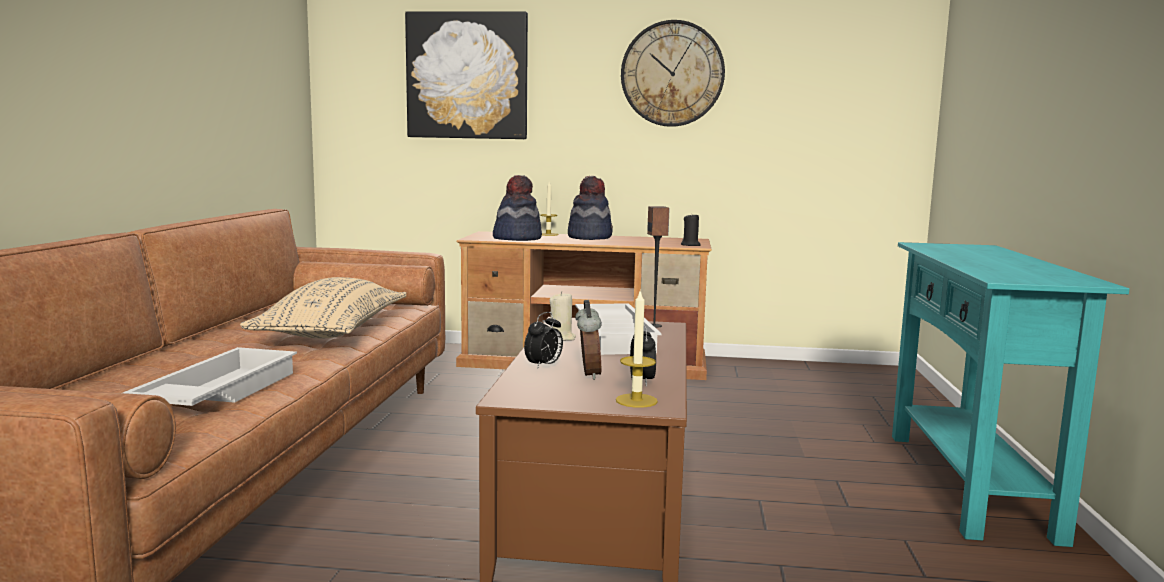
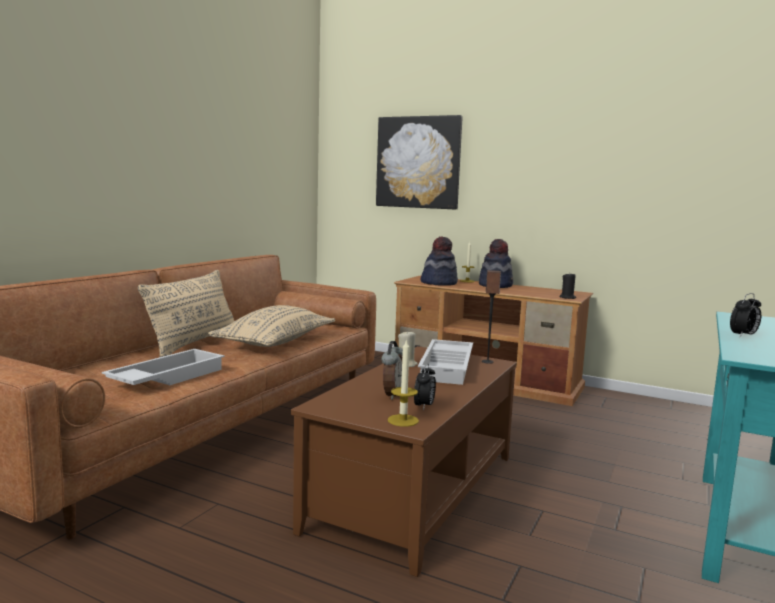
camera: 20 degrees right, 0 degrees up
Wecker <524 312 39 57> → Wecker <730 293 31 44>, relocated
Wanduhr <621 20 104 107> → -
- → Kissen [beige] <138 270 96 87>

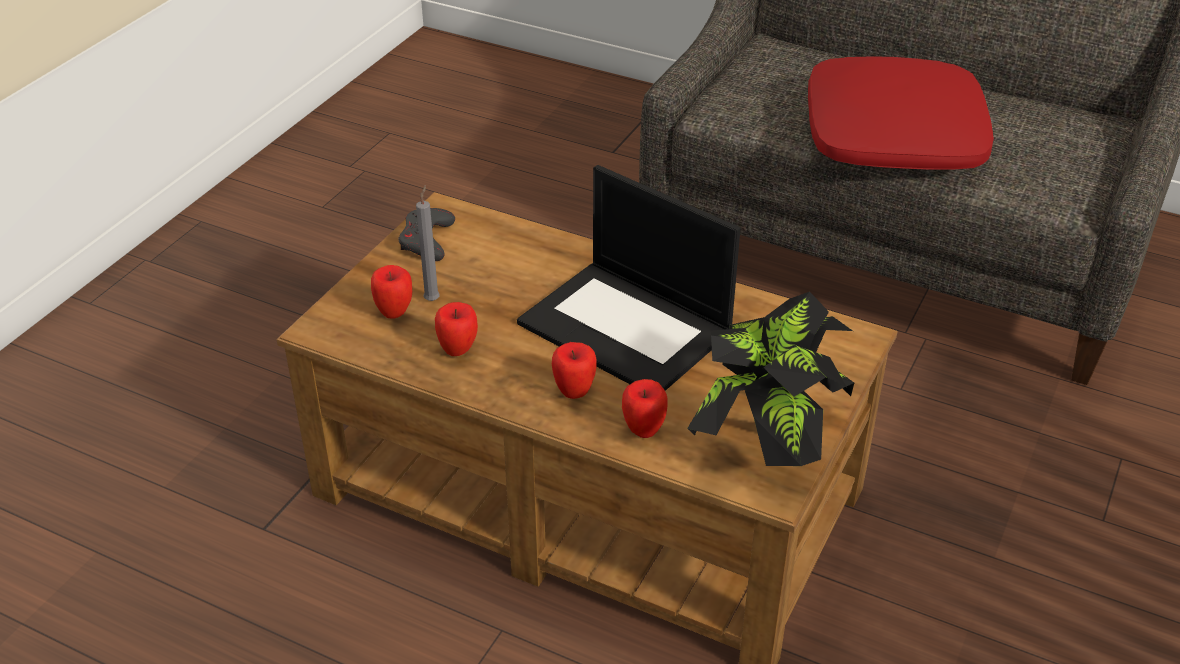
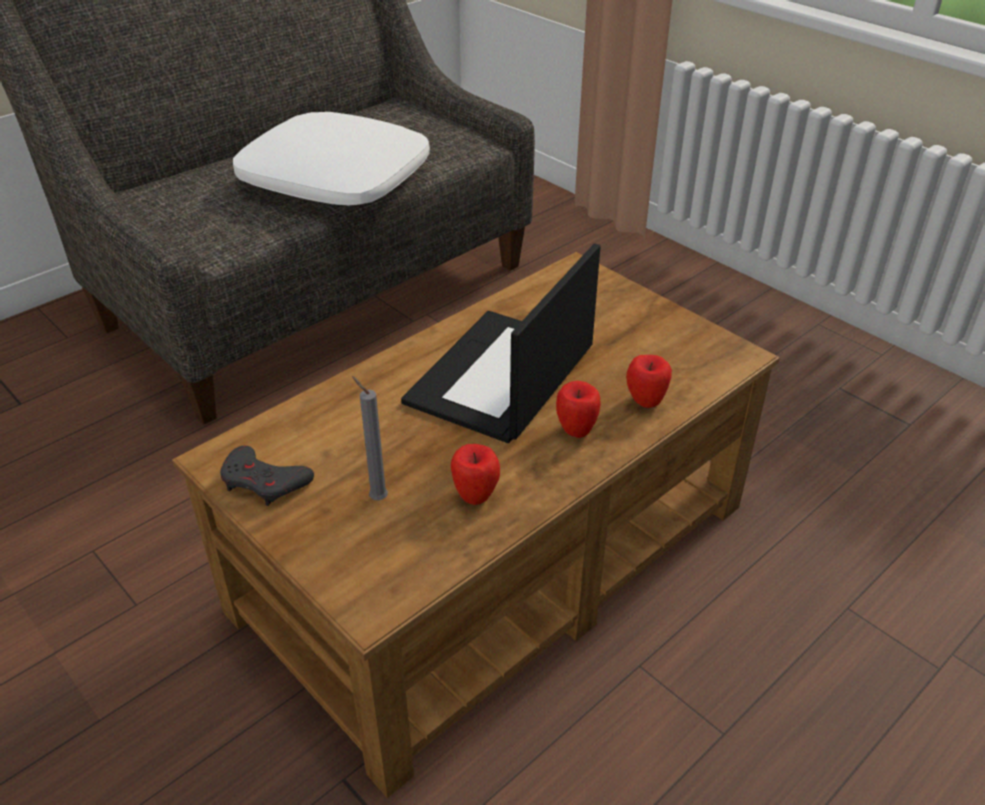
camera: 70 degrees left, 0 degrees up
Apfel <371 265 41 54> → -
Laptop <517 165 223 226> → Laptop <401 243 200 200>, 150 degrees clockwise
Topfpflanze <687 292 167 174> → -
Kissen [rot] <808 56 186 114> → Kissen [weiß] <233 112 197 93>

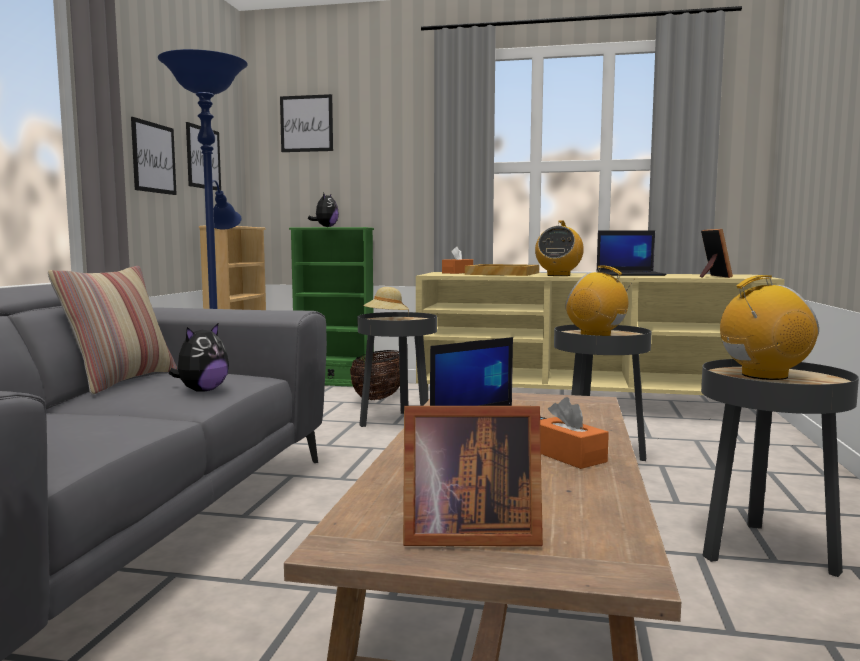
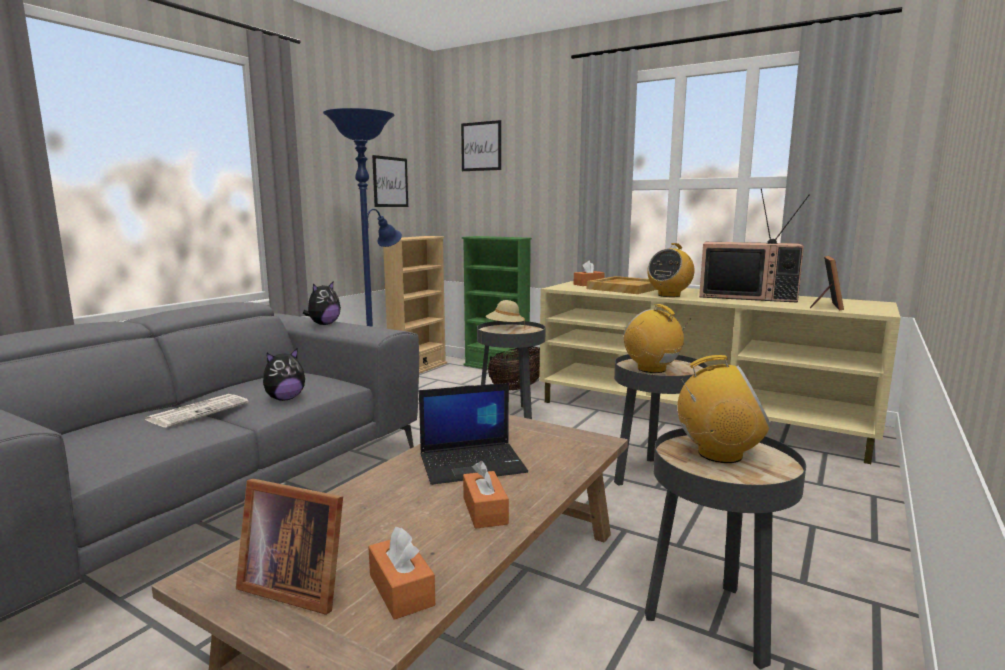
camera: 20 degrees right, 5 degrees up
Kissen <48 266 129 129> → -
Bild <131 117 46 78> → -
Plüschtier <308 193 31 34> → Plüschtier <303 282 38 43>, relocated
Laptop <596 230 71 46> → Fernseher <699 189 111 114>
- → Zeitung <145 394 104 34>
- → Taschentuchbox [orange] <368 527 67 93>

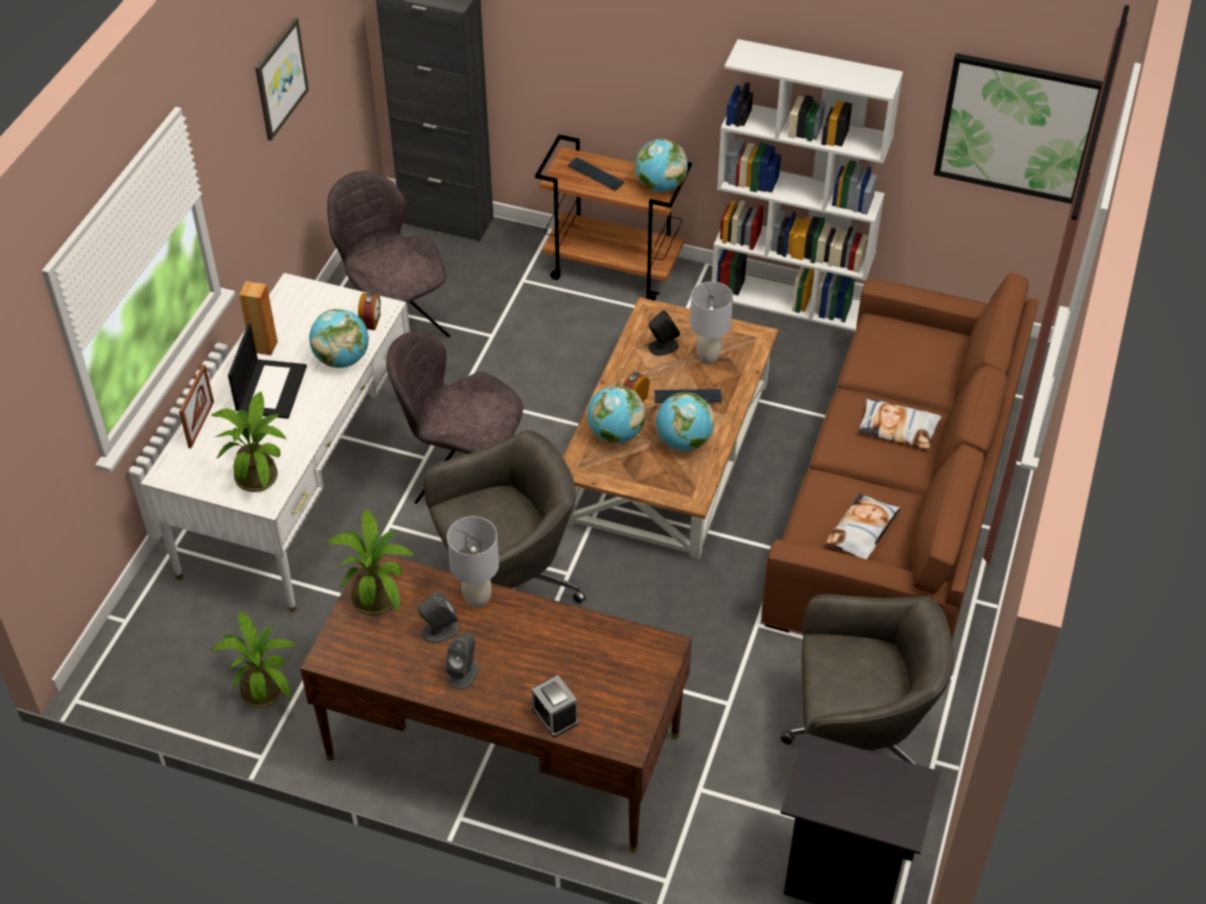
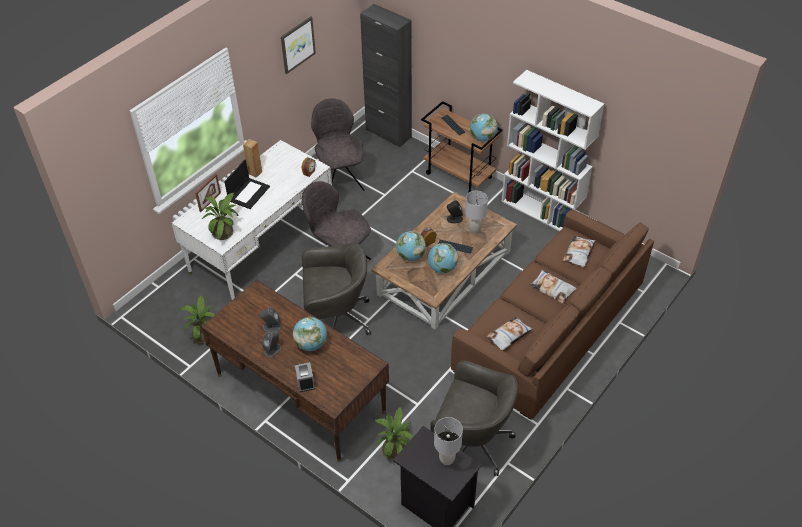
camera: 20 degrees right, 0 degrees up
Globus <309 309 60 59> → Globus <293 317 34 34>, relocated
Topfpflanze <326 508 89 108> → Topfpflanze <375 407 38 54>, relocated
Tischlampe [grau] <447 516 52 92> → Tischlampe [grau] <434 417 29 48>, relocated
Bild <934 53 169 151> → -
- → Kissen <563 236 33 32>

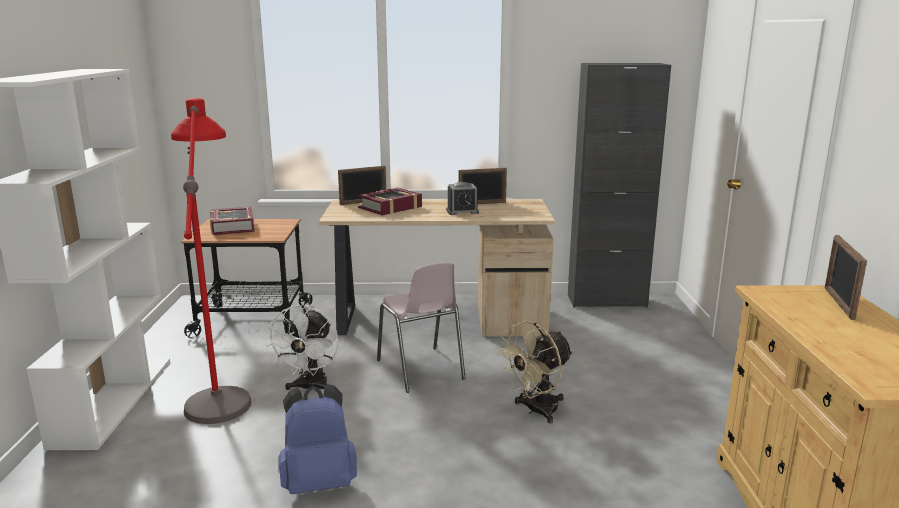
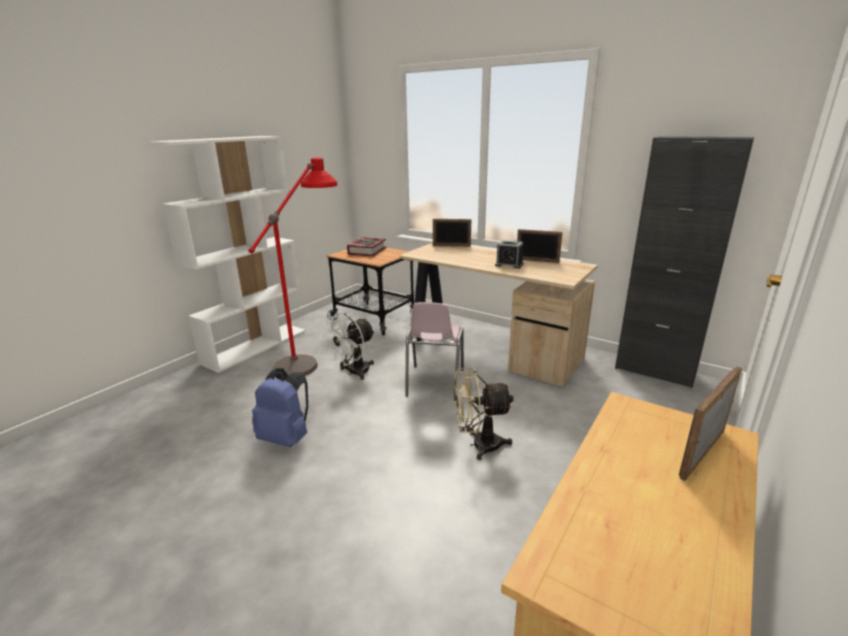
camera: 35 degrees right, 5 degrees up
Buch <357 187 65 28> → -

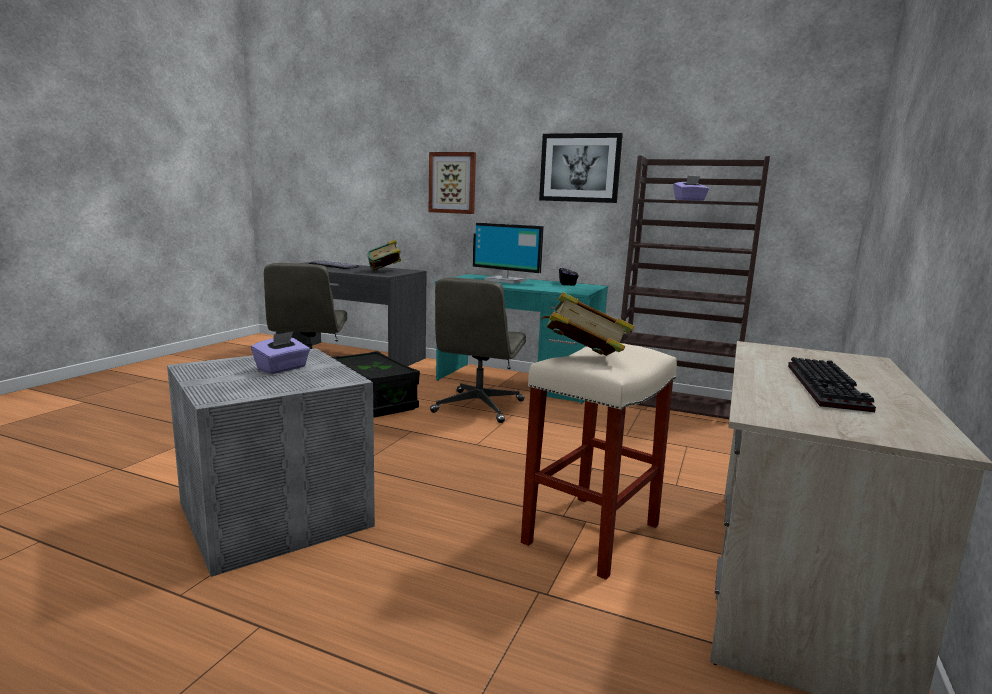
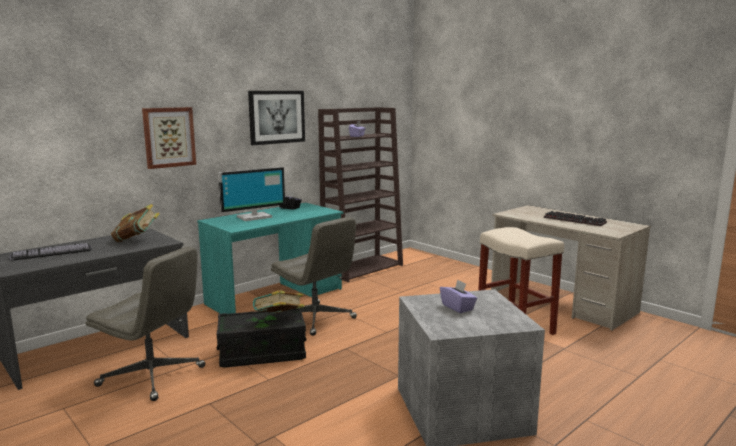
camera: 65 degrees left, 0 degrees up
Buch <541 292 93 64> → Buch <253 290 52 23>, relocated

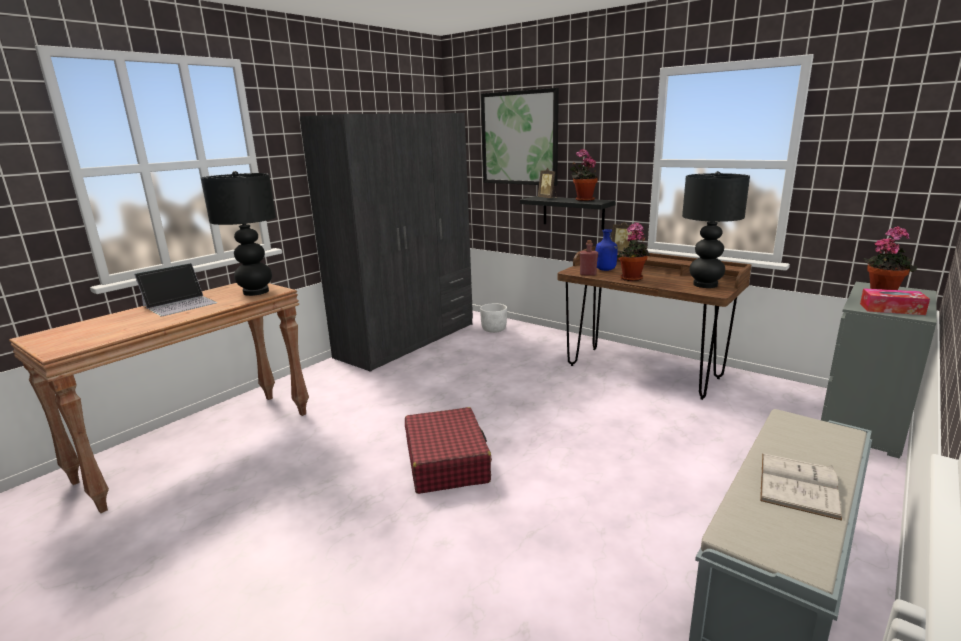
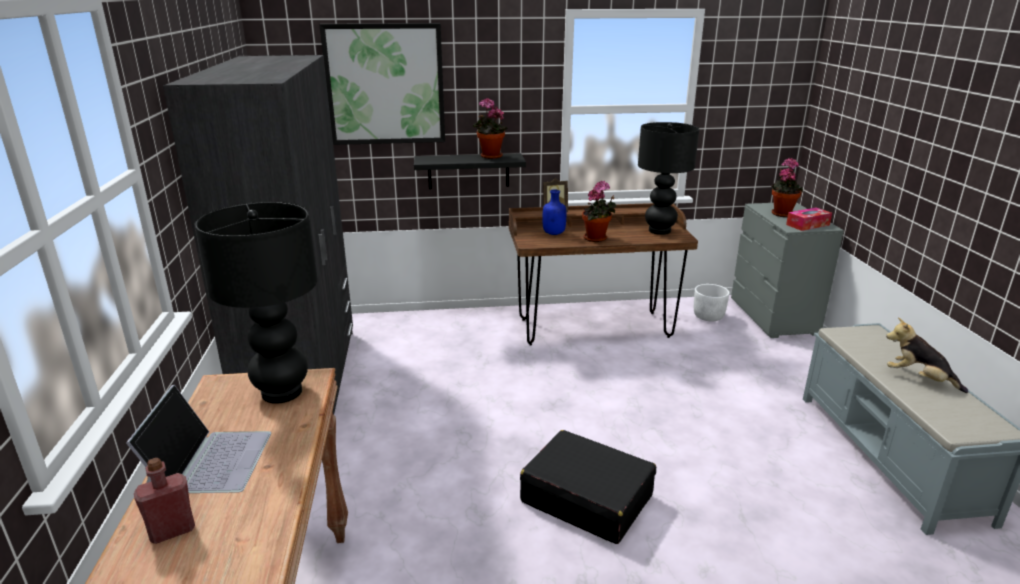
camera: 45 degrees left, 5 degrees up
Koffer [rot] <405 407 87 87> → Koffer [schwarz] <520 430 136 114>
Pflanzkübel [weiß] <480 303 27 30> → Pflanzkübel [weiß] <694 284 36 37>, relocated
Bilderrahmen <538 168 19 30> → -
Flasche [rot] <580 240 18 36> → Flasche [rot] <134 458 61 86>, relocated
Buch [weiß] <760 454 82 67> → Plüschtier <886 317 82 76>

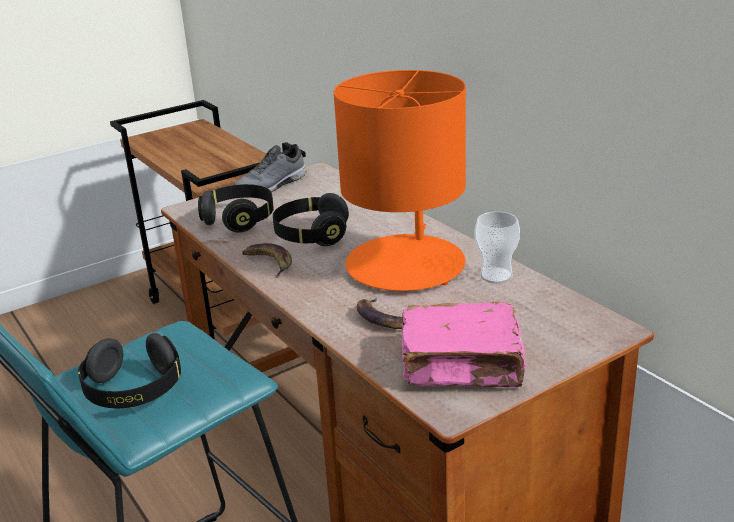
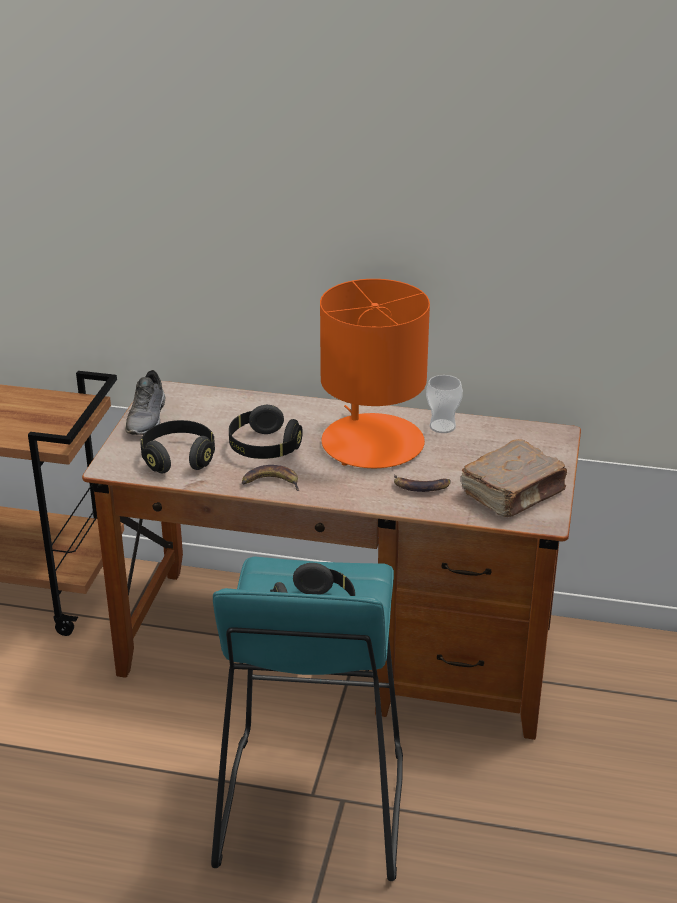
camera: 45 degrees left, 5 degrees up
Buch [rosa] <402 302 125 85> → Buch [braun] <461 439 106 78>

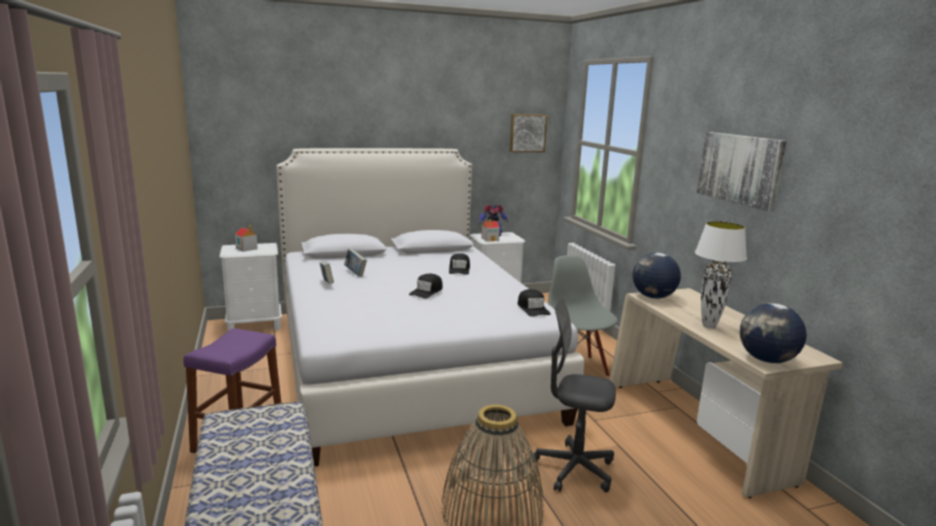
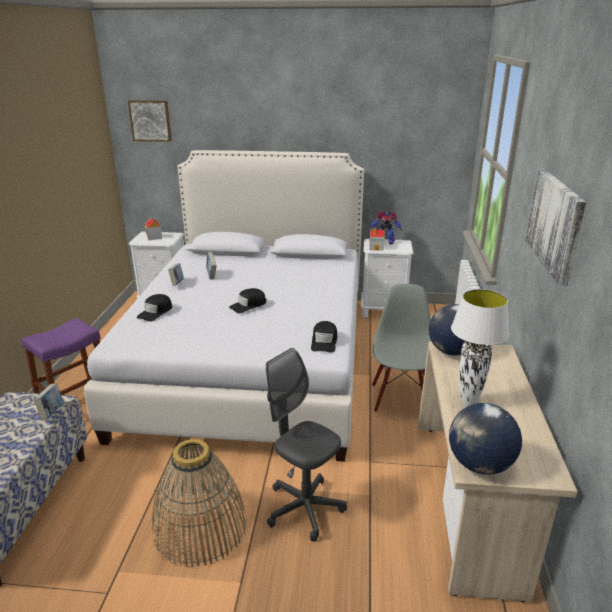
camera: 25 degrees right, 10 degrees up
Kappe [schwarz] <449 253 21 22> → Kappe [schwarz] <137 294 35 28>, relocated
Bild <510 114 37 38> → Bild <128 100 44 42>, relocated
- → Buch <34 383 29 37>

